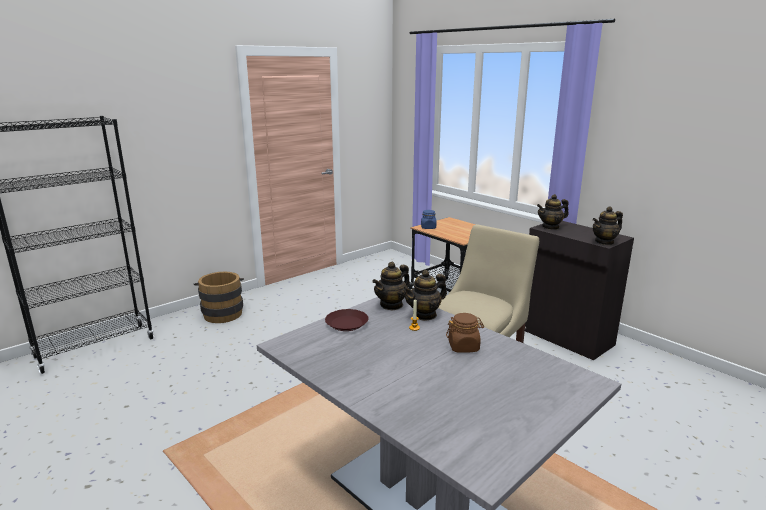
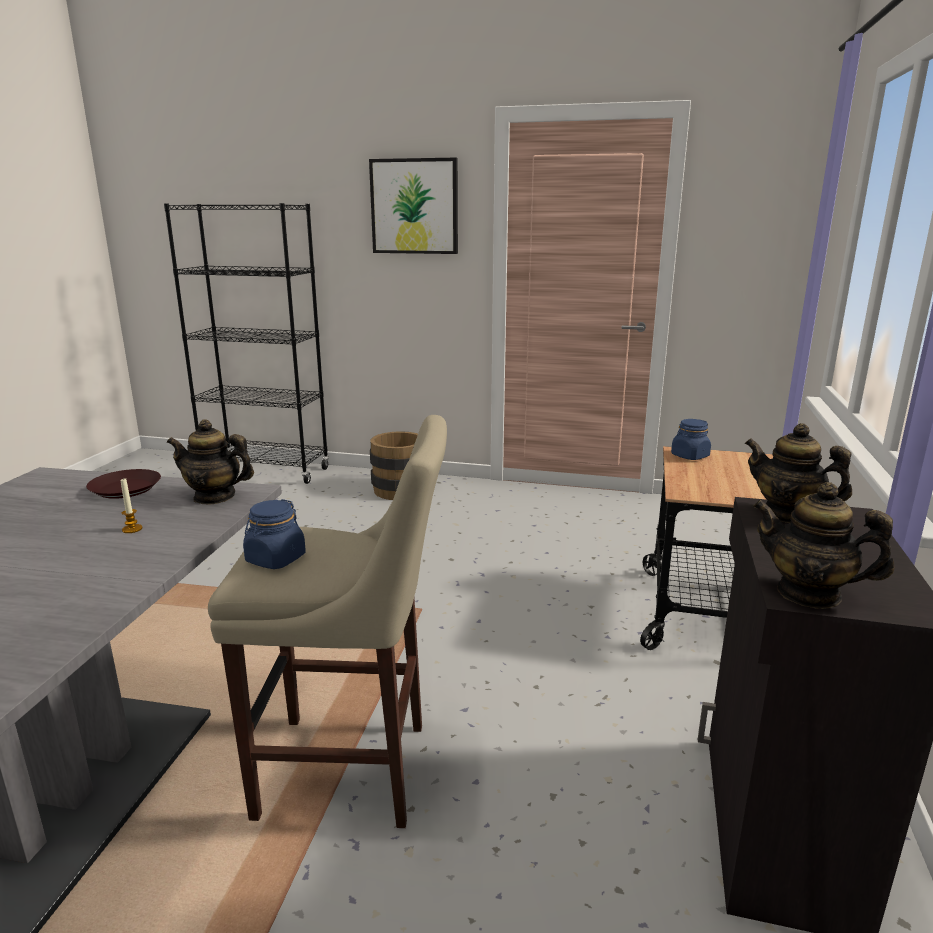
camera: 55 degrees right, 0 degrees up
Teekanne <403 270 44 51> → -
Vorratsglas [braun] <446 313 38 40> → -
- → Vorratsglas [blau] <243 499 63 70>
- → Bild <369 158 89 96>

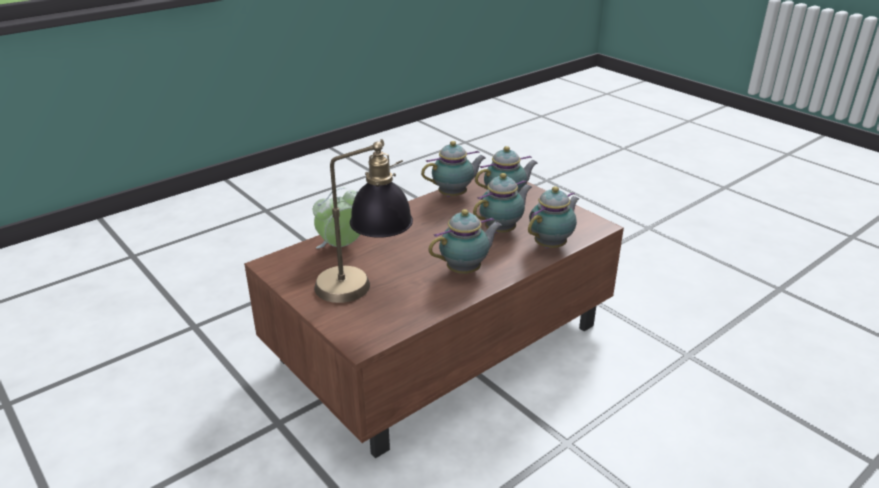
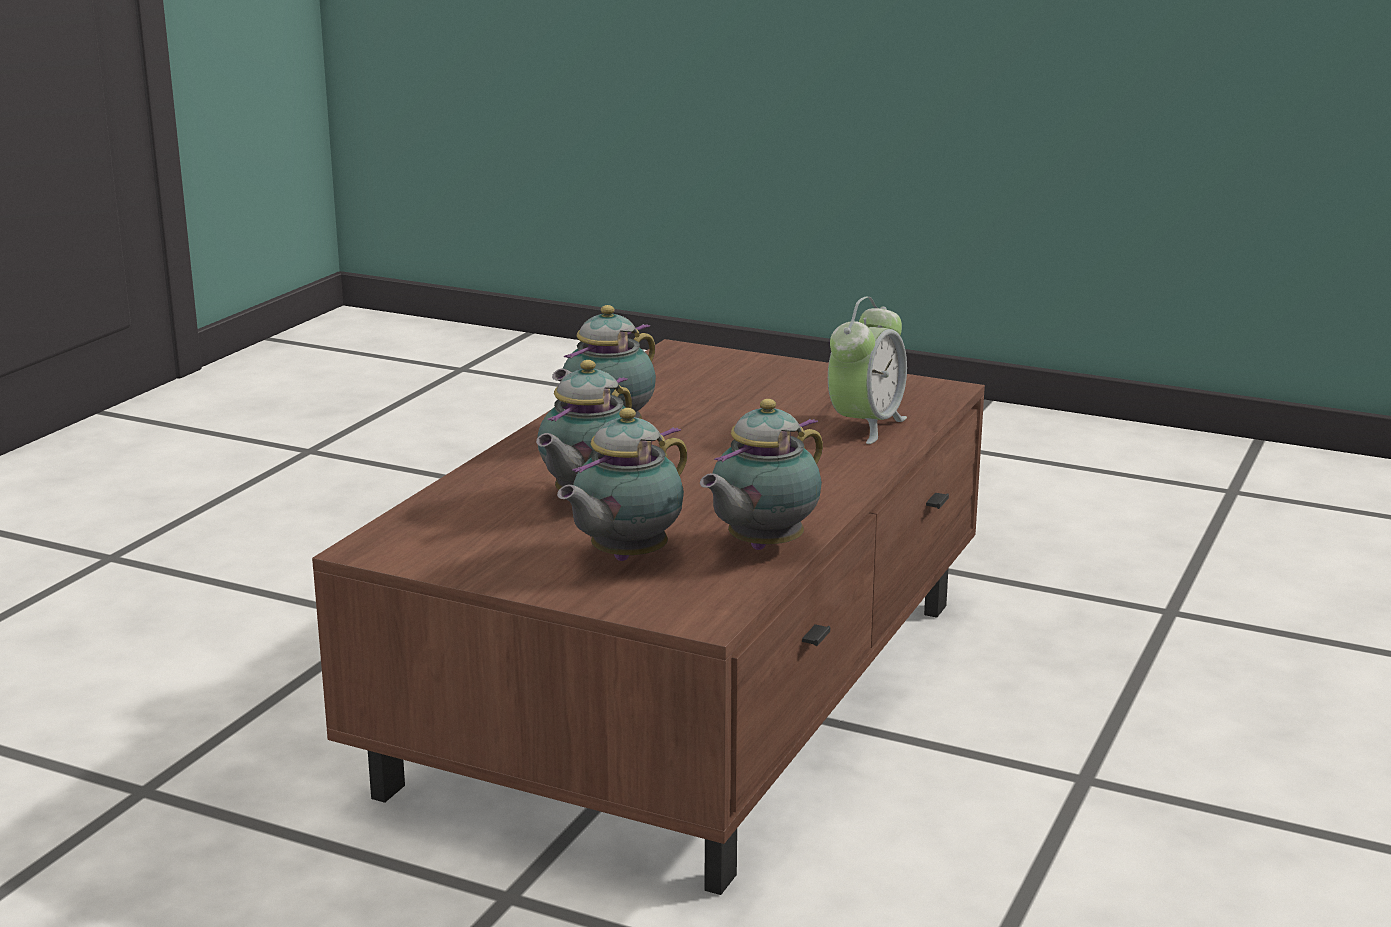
camera: 155 degrees right, 10 degrees down
Tischlampe <314 139 99 164> → -
Teekanne <528 186 52 62> → -

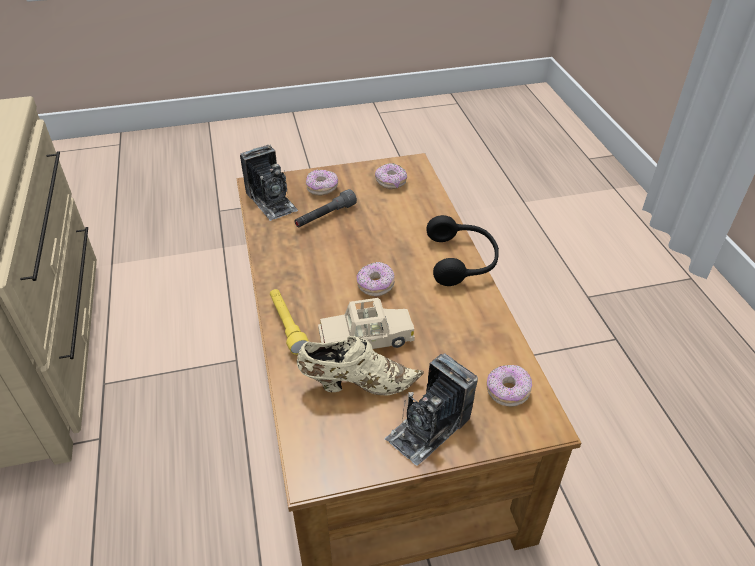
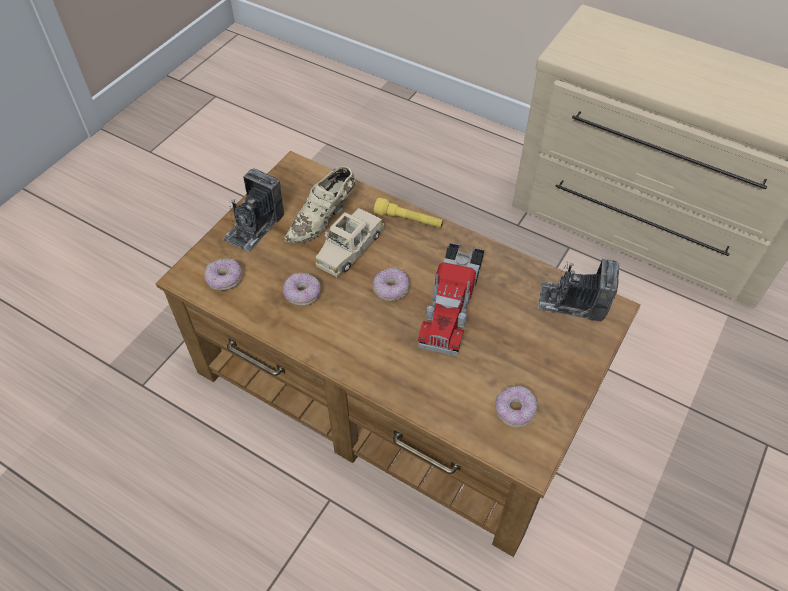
camera: 135 degrees right, 10 degrees up
Taschenlampe [grau] <295 189 62 38> → -
Donut <306 170 32 26> → Donut <283 273 38 33>, relocated
Kamera <384 353 94 113> → Kamera <223 168 61 84>, 150 degrees counterclockwise
Kopfhörer [schwarz] <426 215 73 71> → -
- → Spielzeuglaster <418 242 66 114>

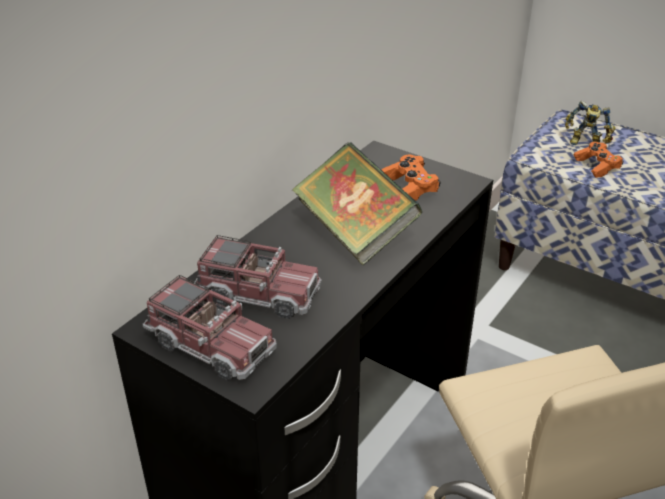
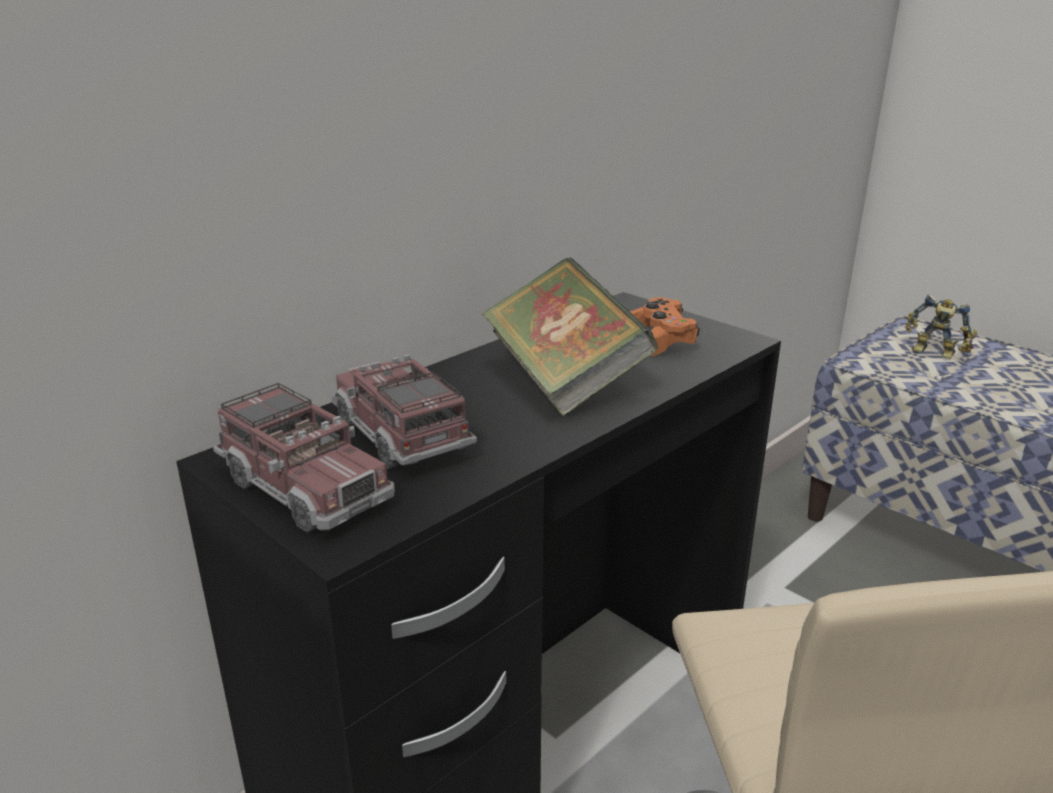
camera: 10 degrees right, 10 degrees down
Spielzeuglaster <194 235 128 84> → Spielzeuglaster <332 354 145 115>, 150 degrees counterclockwise
Gamepad [orange] <574 142 49 36> → -

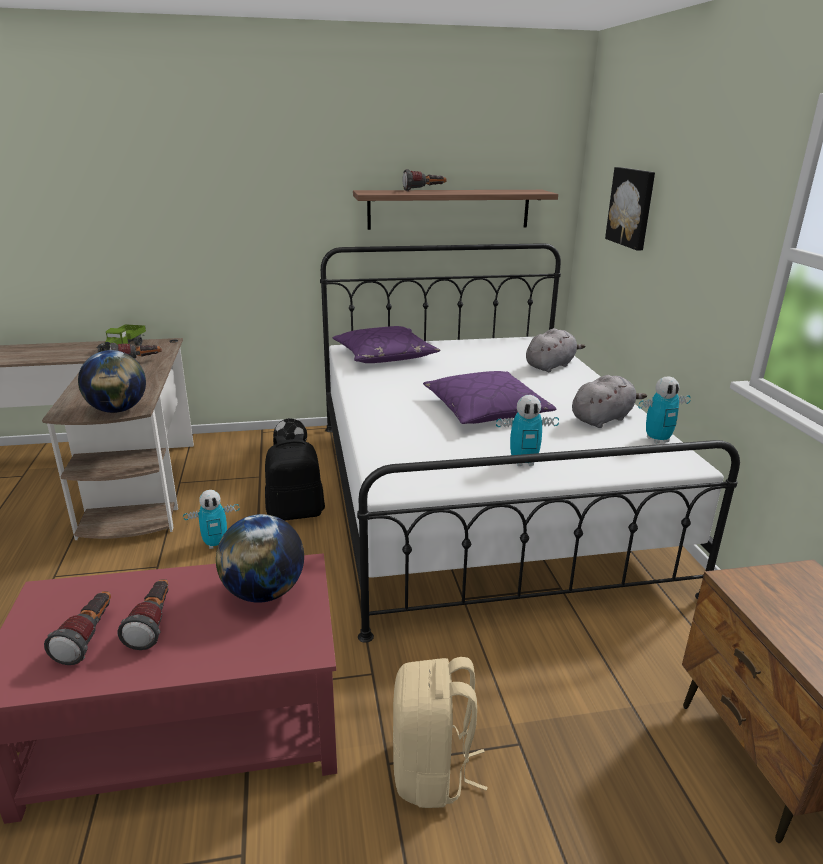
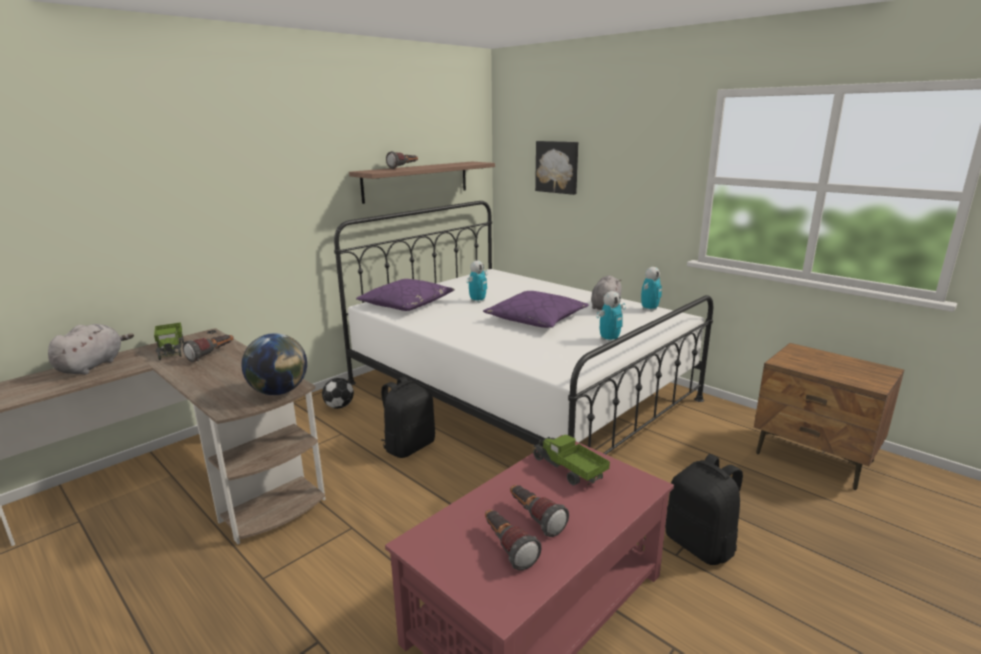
camera: 35 degrees left, 5 degrees down
Spielzeugroboter <183 490 56 59> → Spielzeugroboter <467 261 21 42>, relocated
Globus <216 514 88 89> → Spielzeuglaster <533 435 77 50>
Rucksack [beige] <393 657 95 151> → Rucksack [schwarz] <666 454 77 111>
Plüschtier [grau] <526 328 59 44> → Plüschtier [grau] <48 324 86 51>, relocated

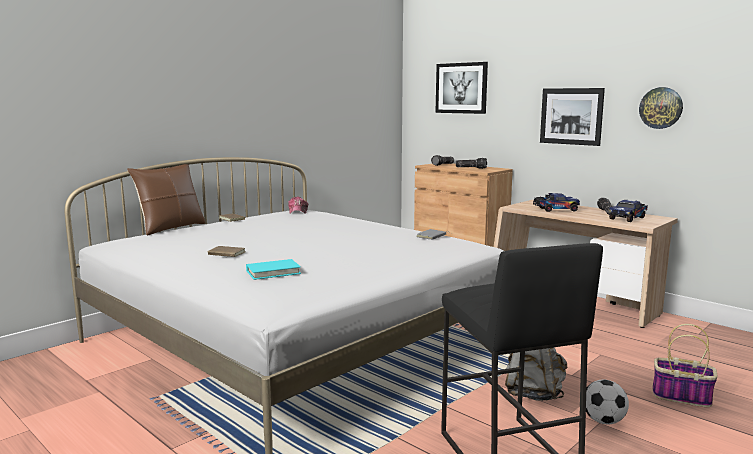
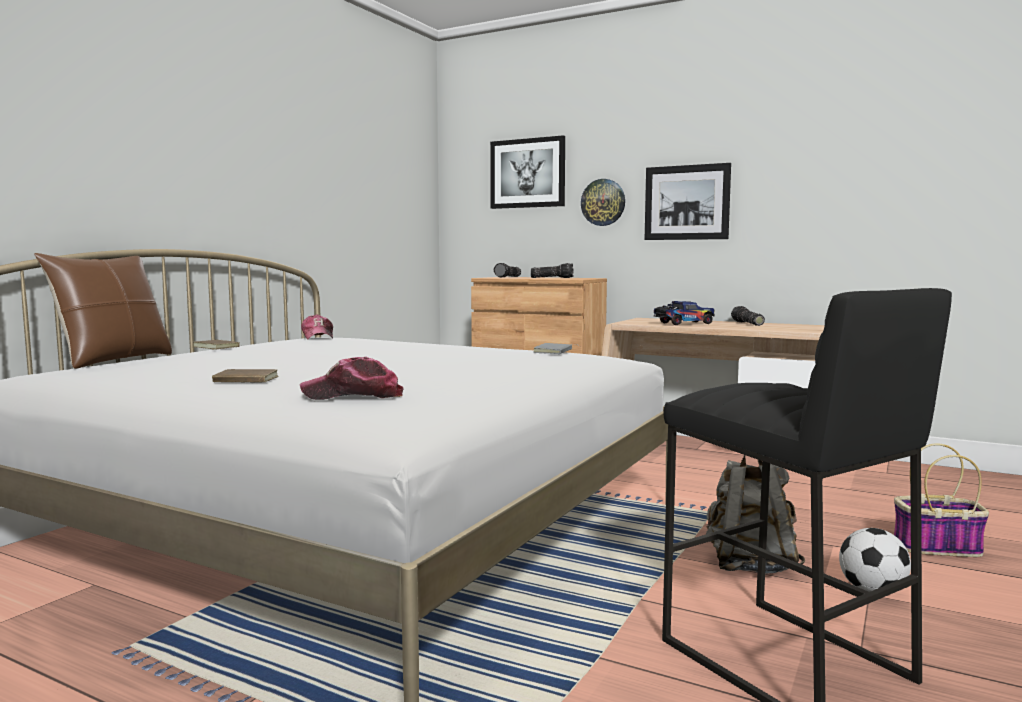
camera: 15 degrees left, 5 degrees down
Buch [türkis] <246 259 55 21> → Kappe <300 357 104 43>
Spielzeuglaster <609 200 39 22> → -
Wanduhr <639 87 44 42> → Wanduhr <581 179 44 47>, relocated

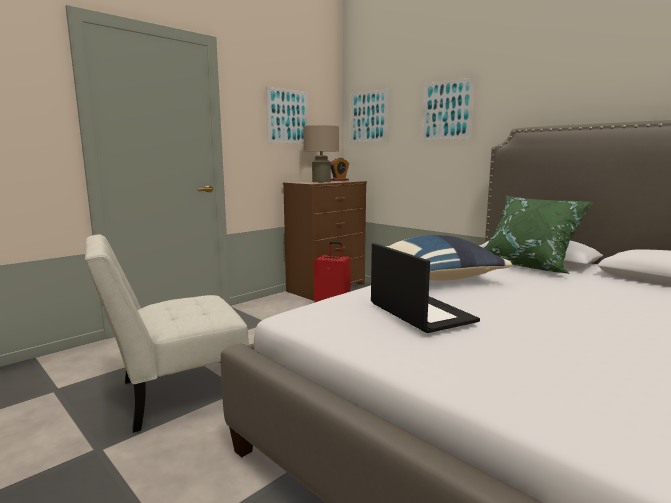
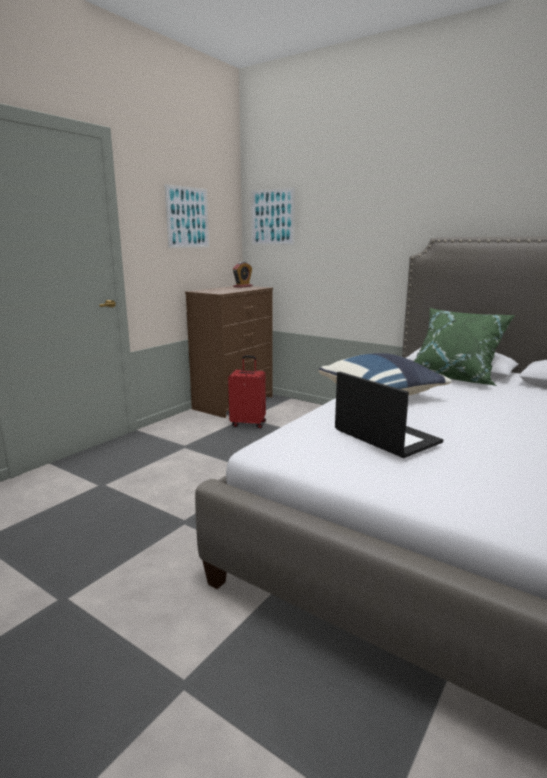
camera: 10 degrees left, 5 degrees up
Stuhl [weiß] <85 235 164 198> → -
Tischlampe [beige] <303 125 36 57> → -
Bild <421 77 54 64> → -

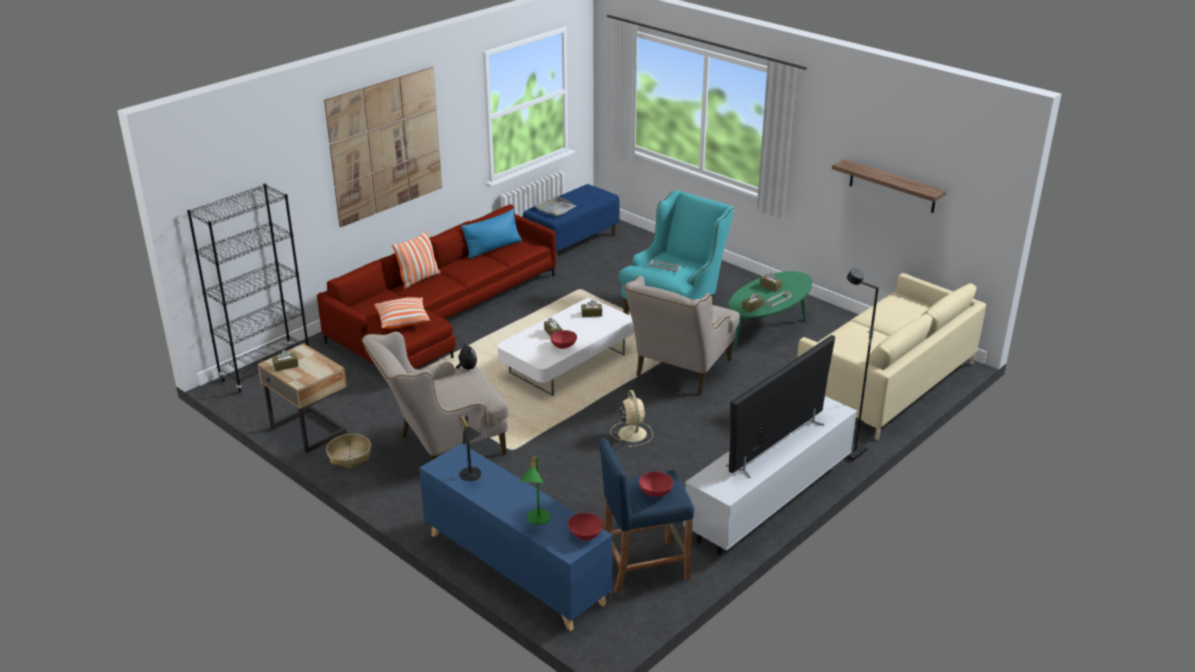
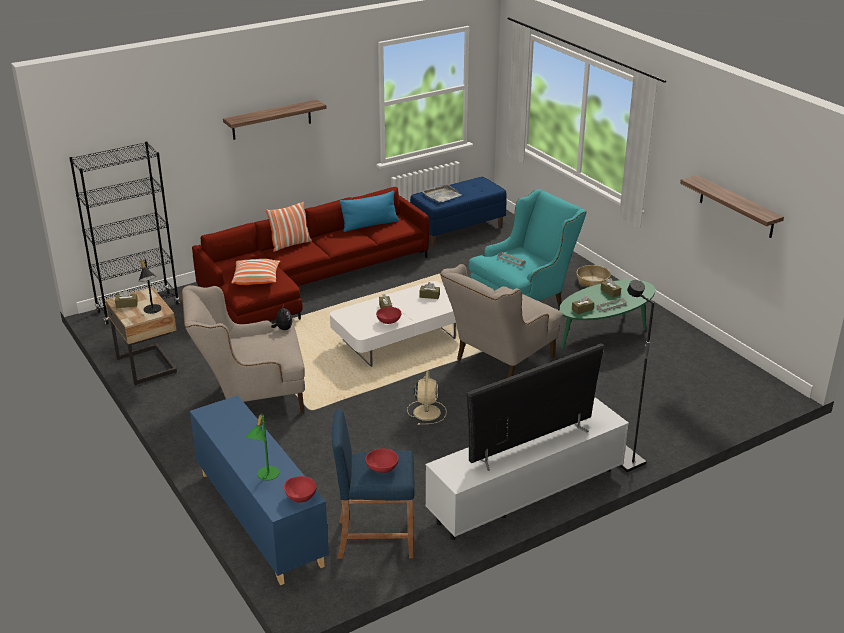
camera: 15 degrees right, 0 degrees up
Bild <324 67 118 161> → Wandregal <223 100 104 40>
Korb <326 434 45 35> → Korb <576 265 35 22>, relocated
Tischlampe [schwarz] <459 415 24 66> → Tischlampe [schwarz] <139 259 23 55>, relocated
Sofa [beige] <797 273 189 167> → -

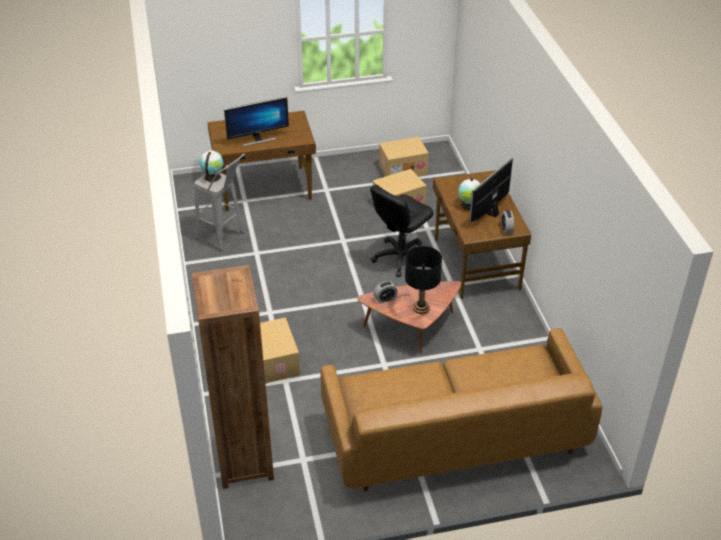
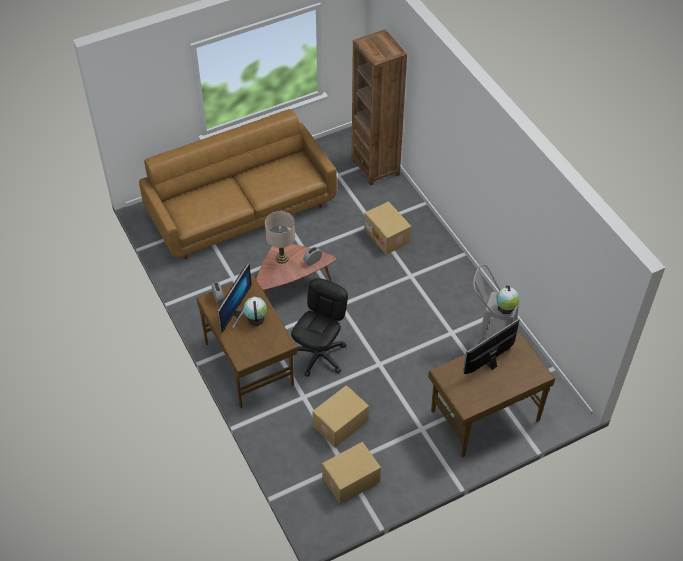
camera: 165 degrees right, 10 degrees up
Tischlampe [schwarz] <405 246 37 68> → Tischlampe [beige] <265 211 30 53>

